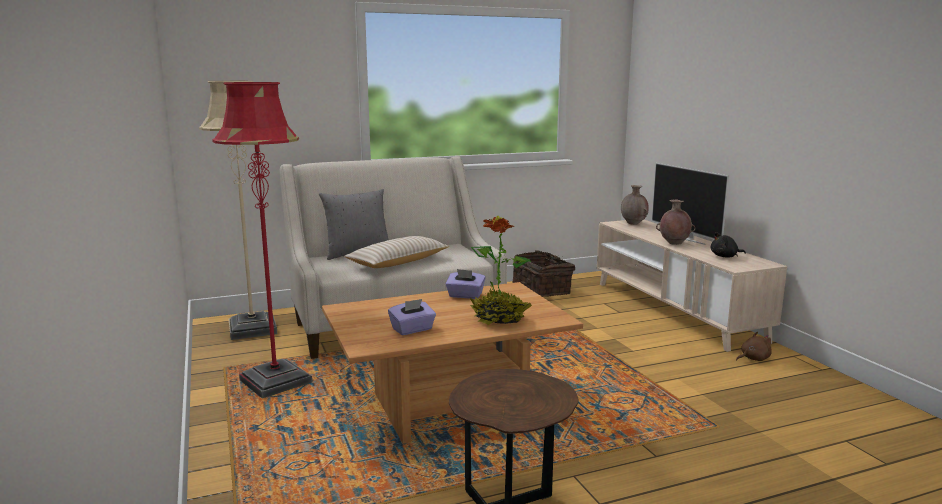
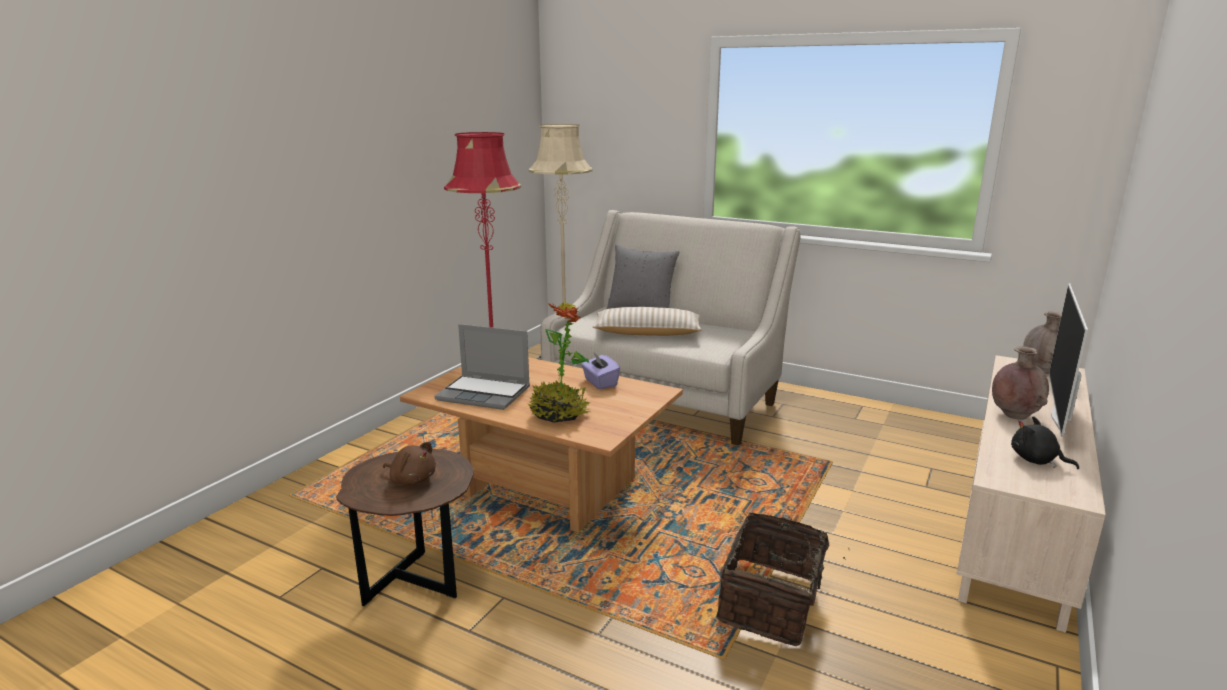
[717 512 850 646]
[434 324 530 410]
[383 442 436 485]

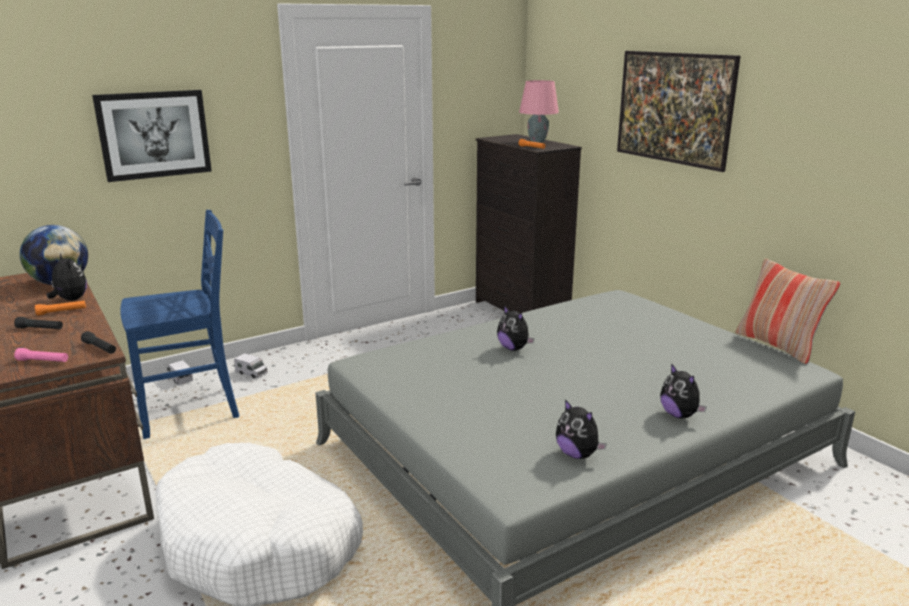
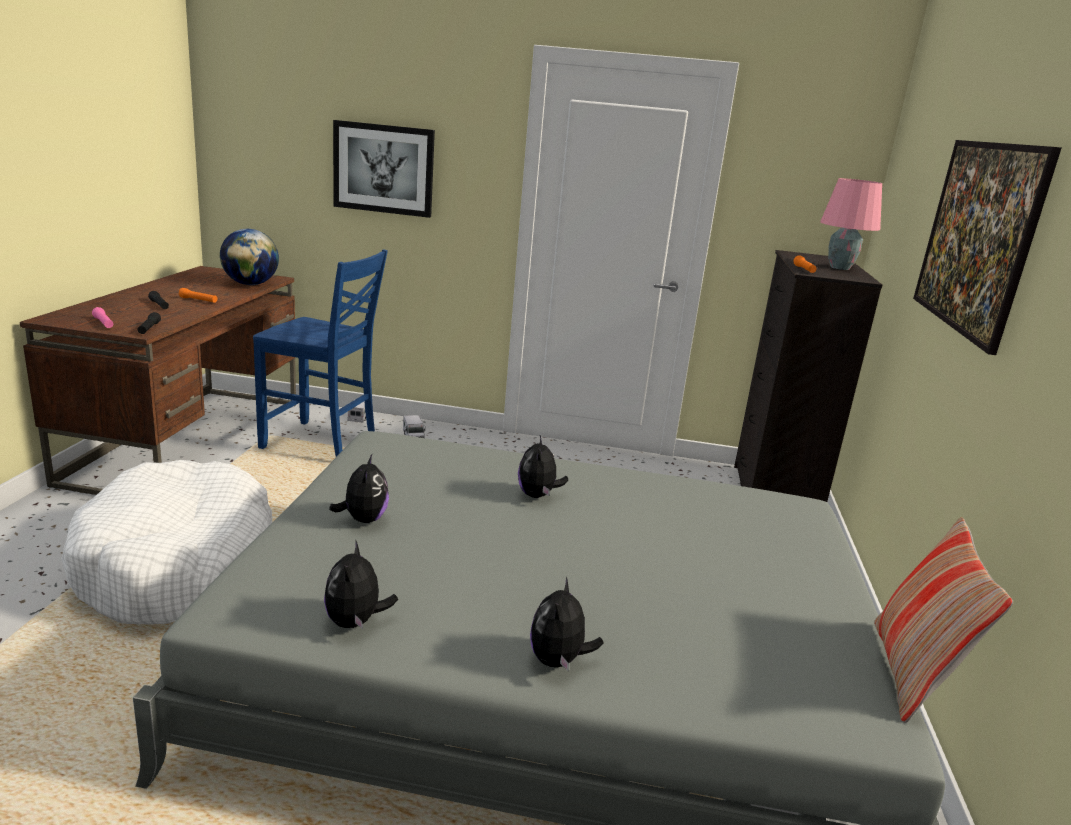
[329 454 389 523]

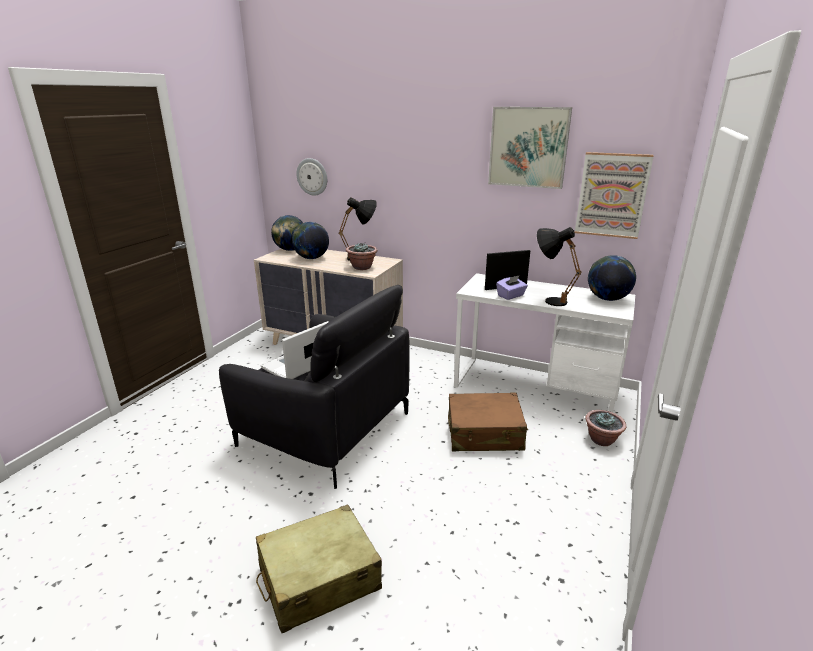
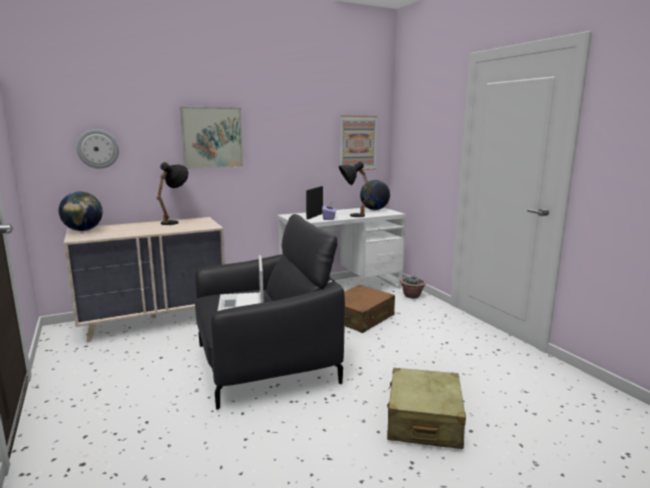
[180 107 243 169]
[292 222 329 259] (first image)
[346 243 378 270] (first image)

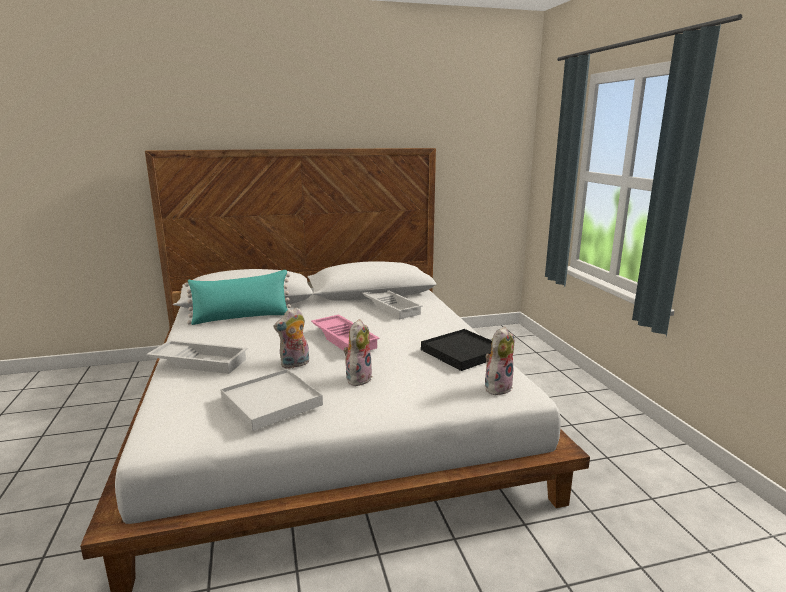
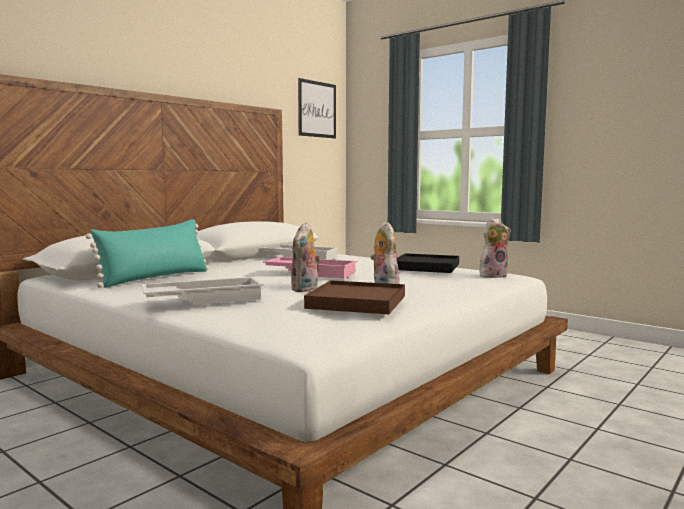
[479 218 511 278]
[304 280 405 314]
[298 78 336 138]

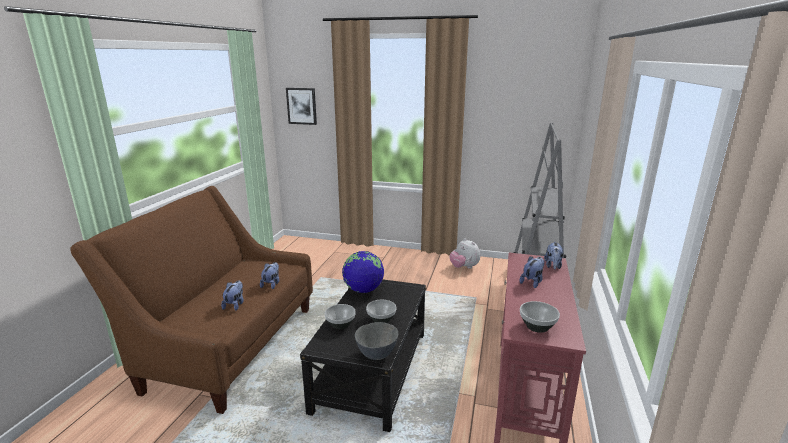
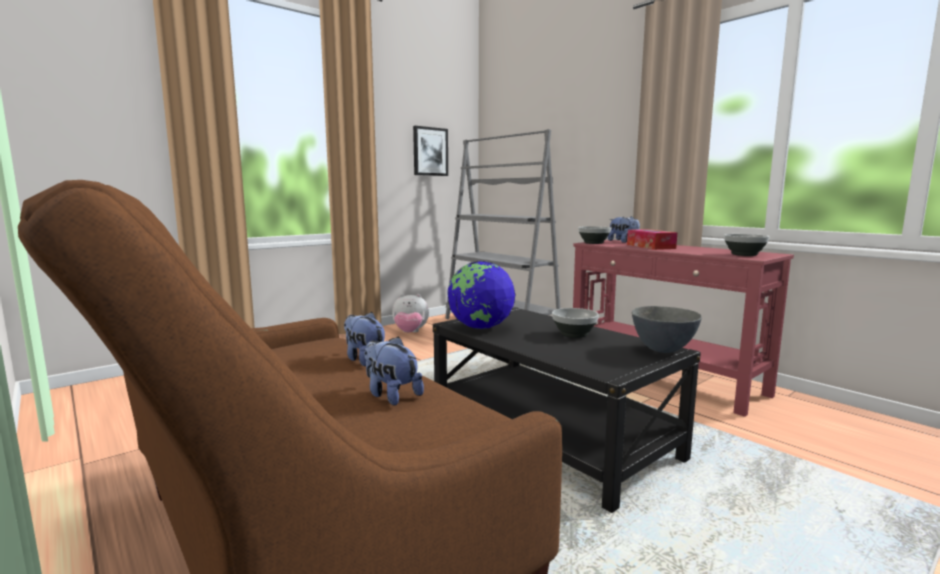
[413 126 448 176]
[627 229 677 250]
[578 226 611 244]

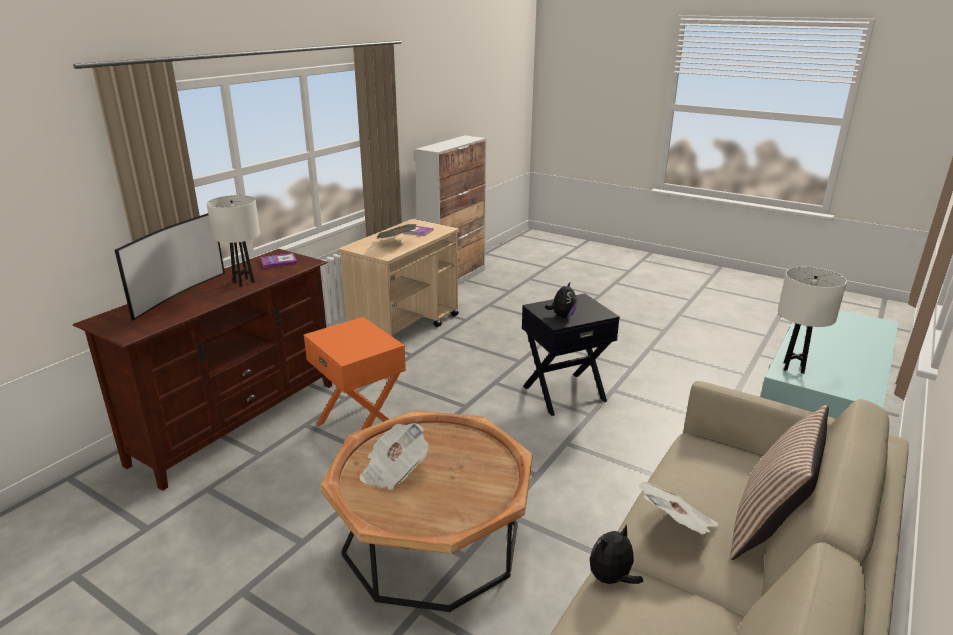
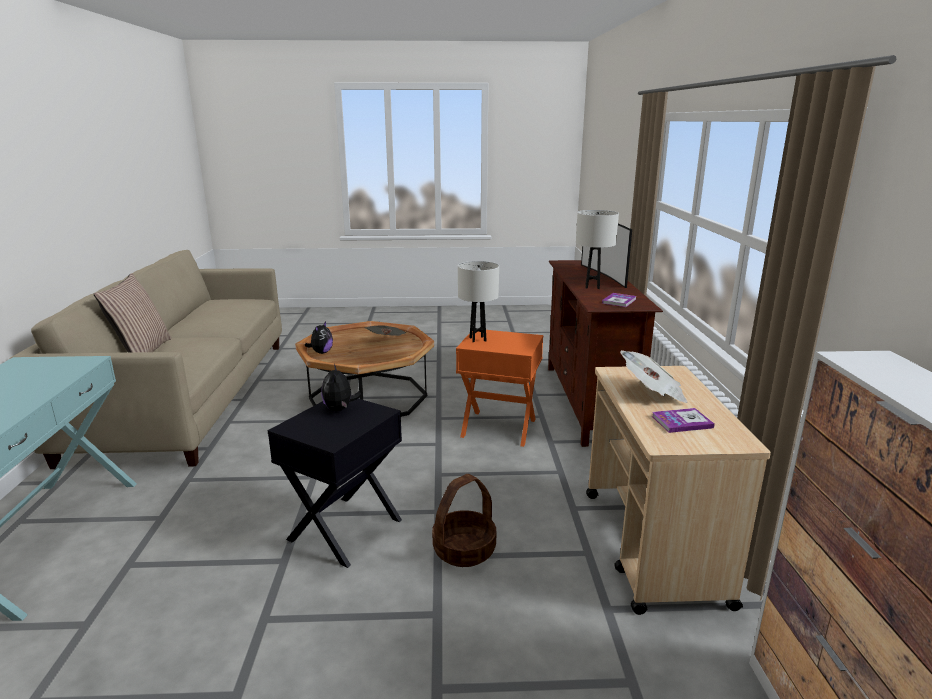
[458 261 499 343]
[639 482 719 535] (first image)
[305 321 333 354]
[432 474 496 567]

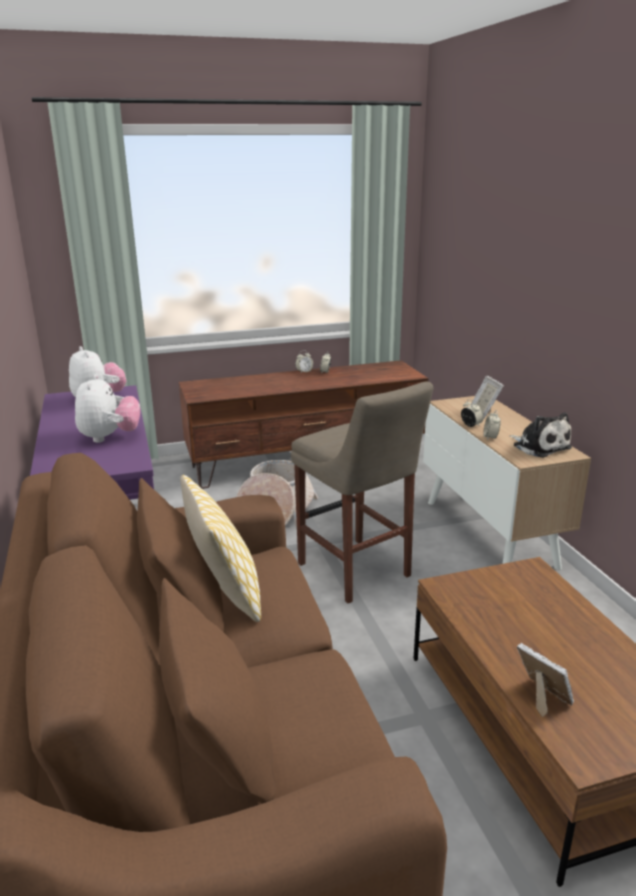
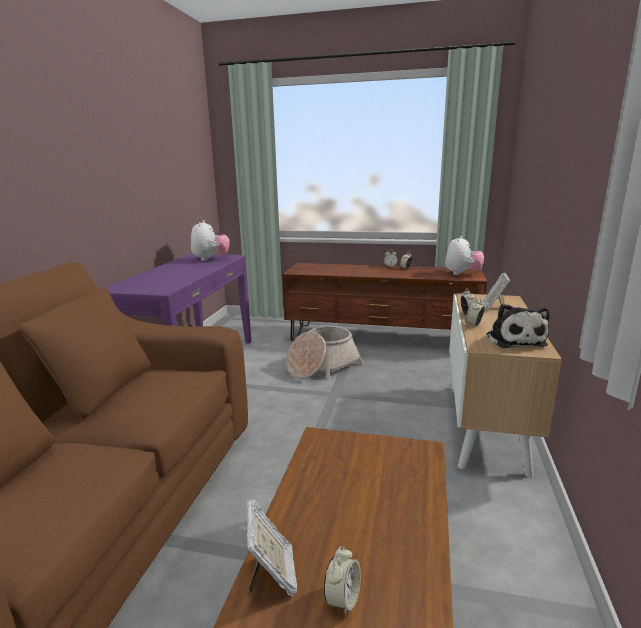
[445 236 484 275]
[291 381 433 604] (first image)
[180 475 261 622] (first image)
[324 546 361 616]

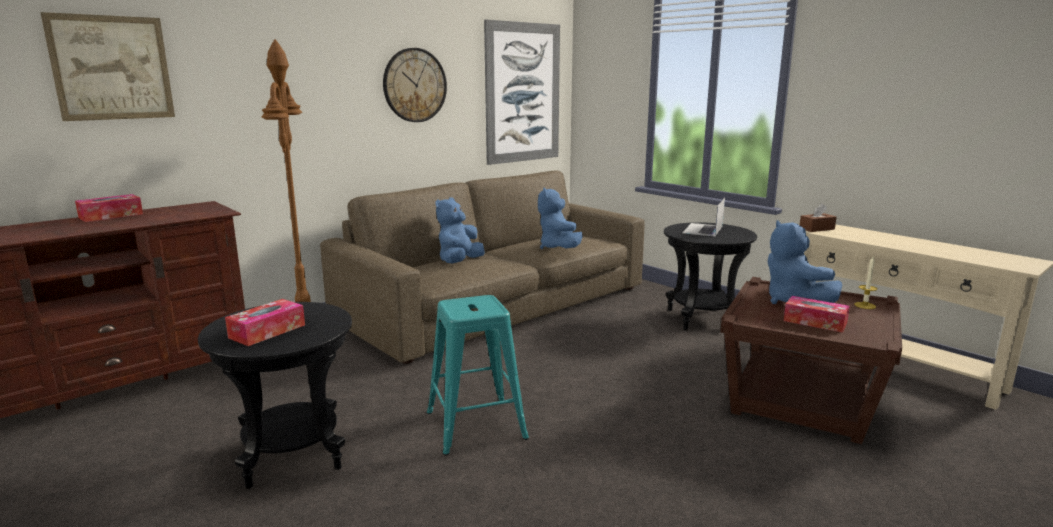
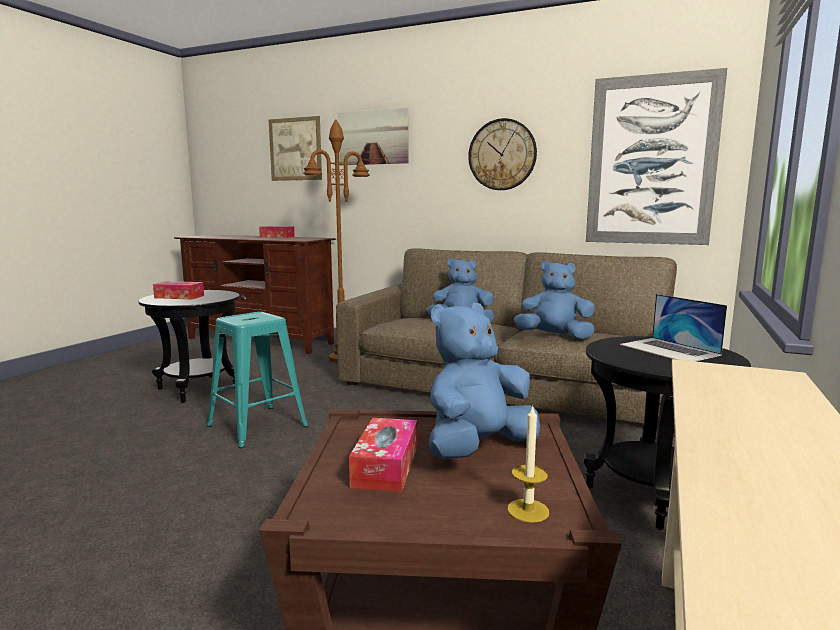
[514 261 595 339]
[620 294 727 361]
[800 203 836 232] (first image)
[338 108 409 165]

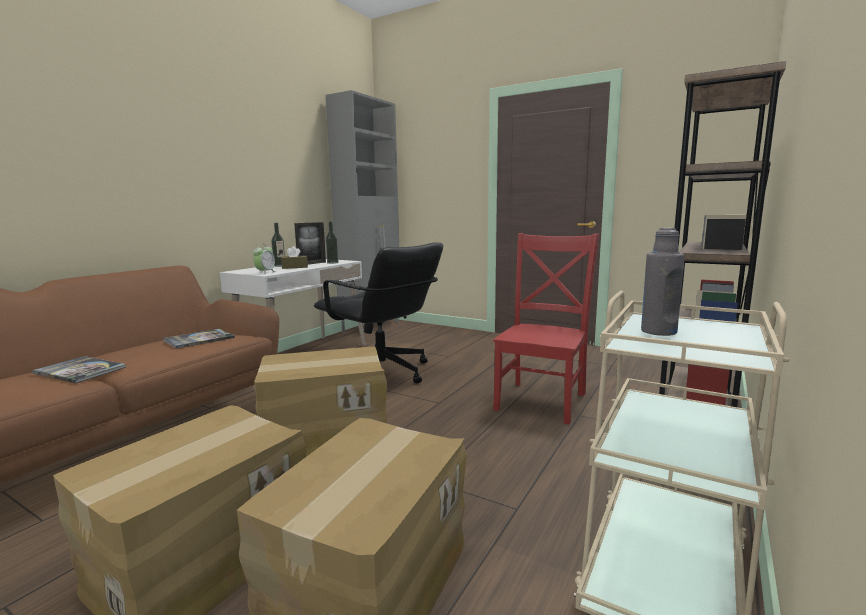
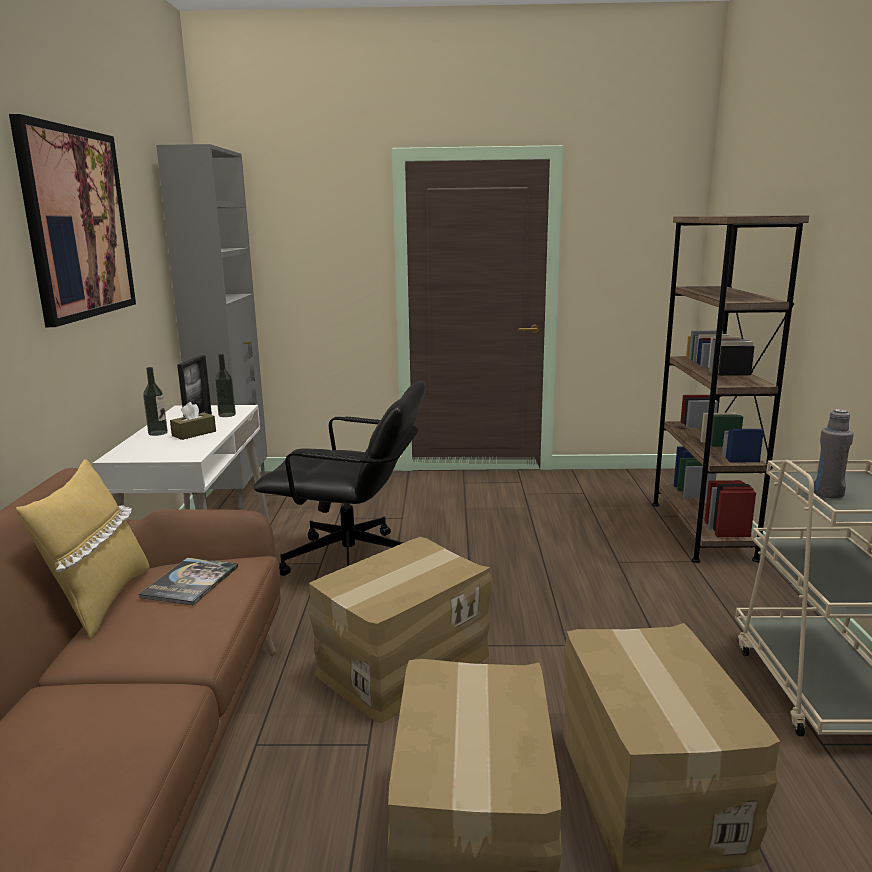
[493 233 599 425] (first image)
[253 243 276 274] (first image)
[32 356 126 383] (first image)
[9 114 136 327]
[16 459 150 639]

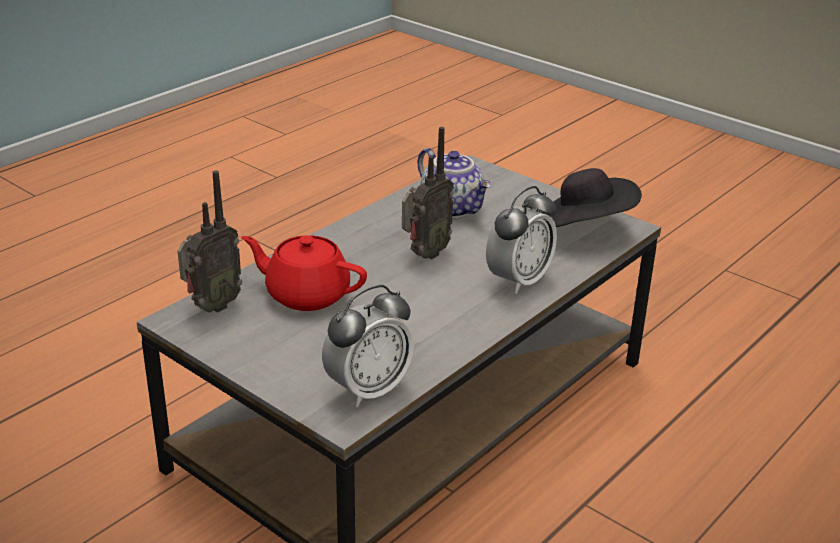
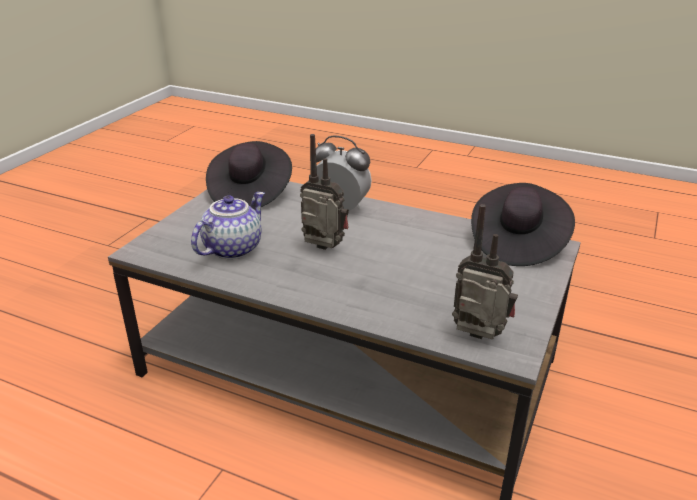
[241 235 367 311] (first image)
[471 183 575 266]

